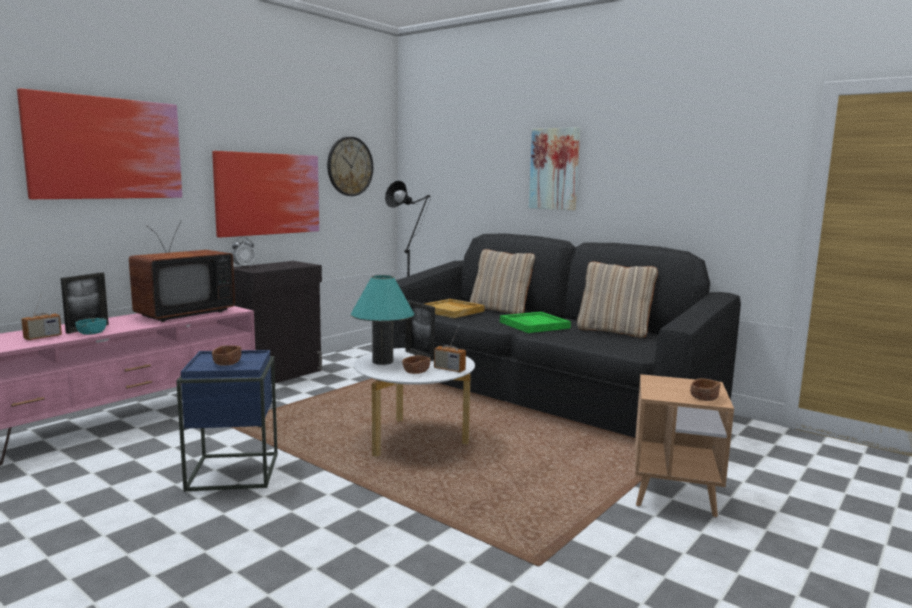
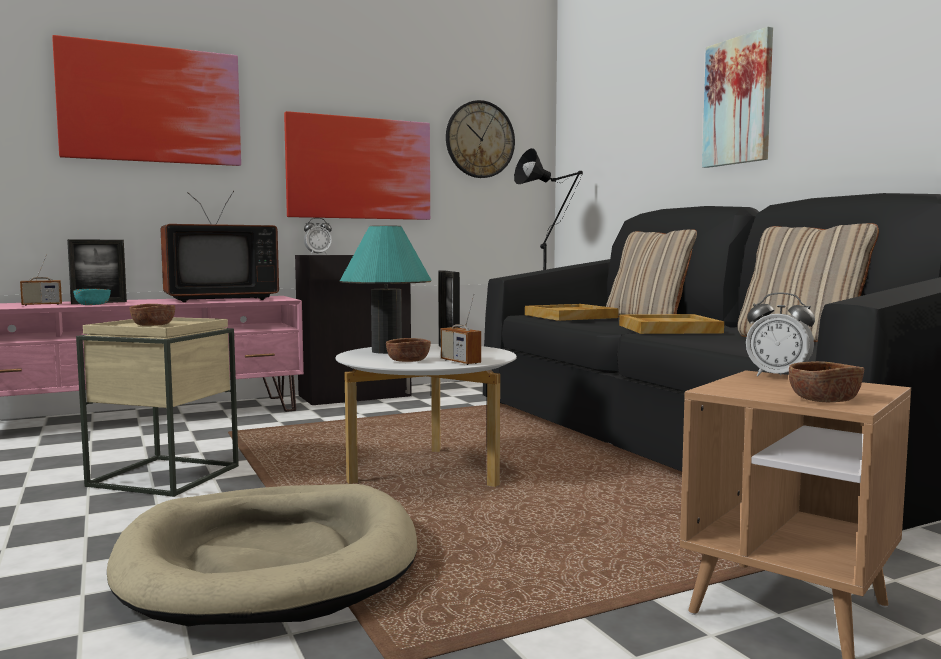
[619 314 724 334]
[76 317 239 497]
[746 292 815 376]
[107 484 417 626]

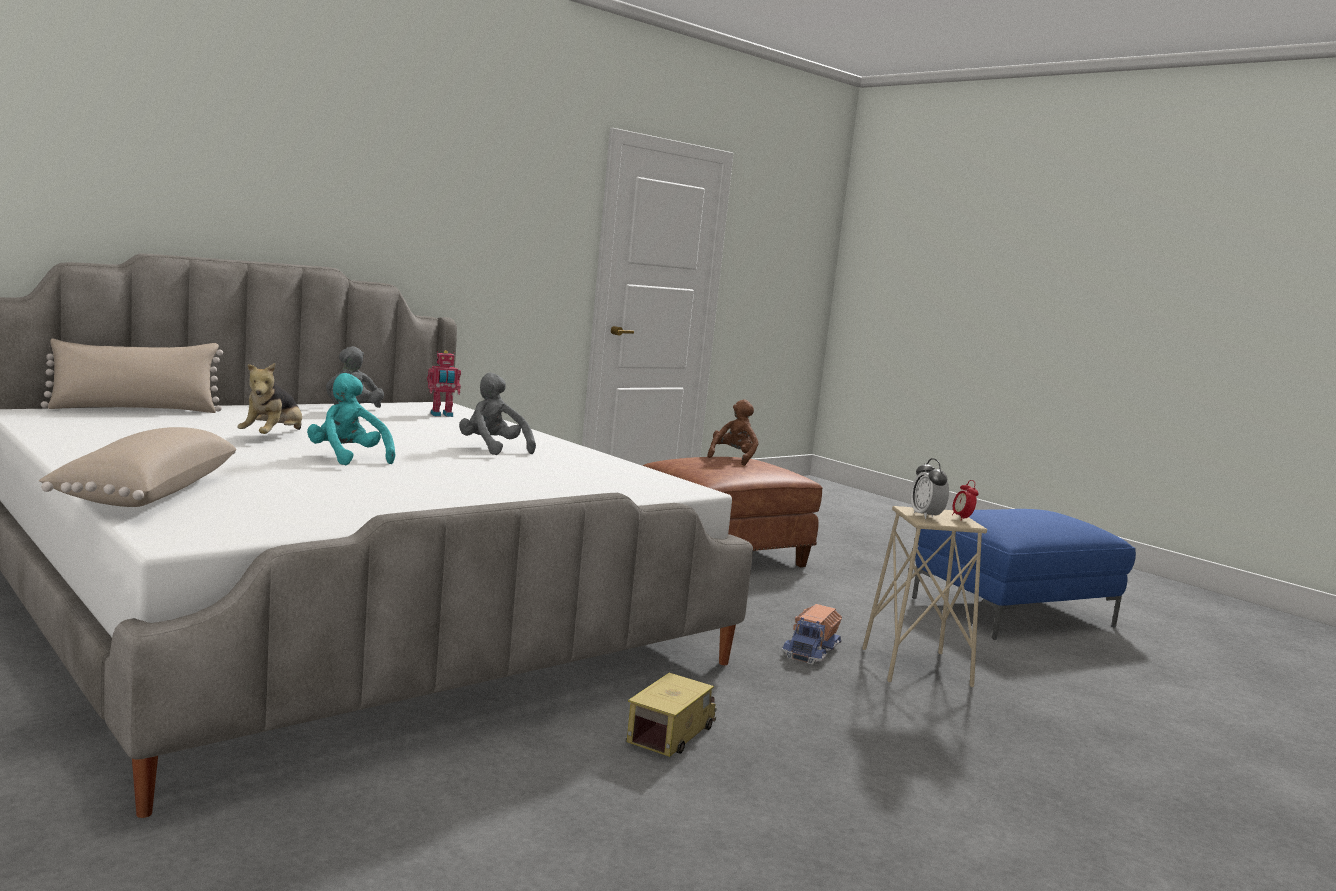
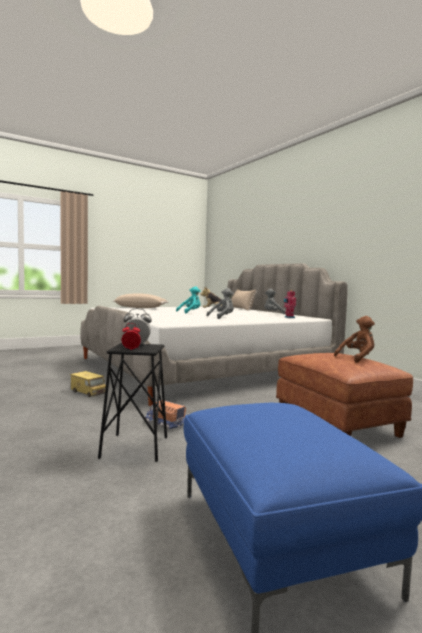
[334 316 375 363]
[98 343 167 462]

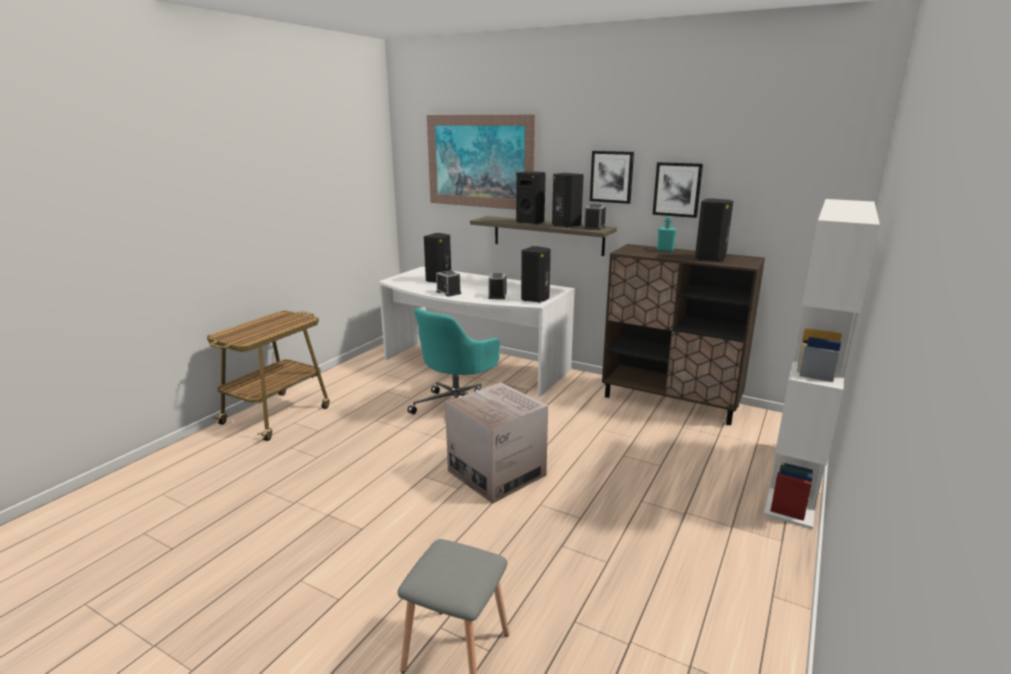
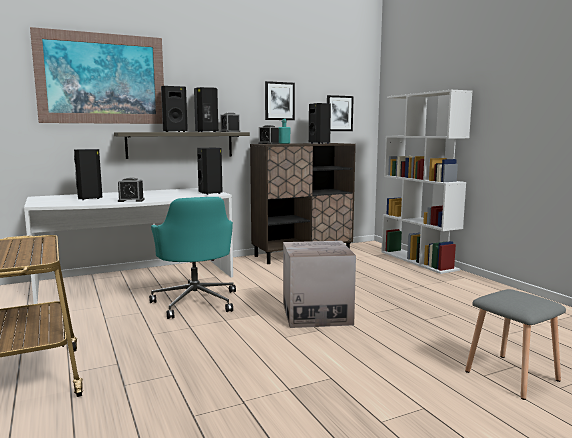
[327 95 354 131]
[258 125 280 144]

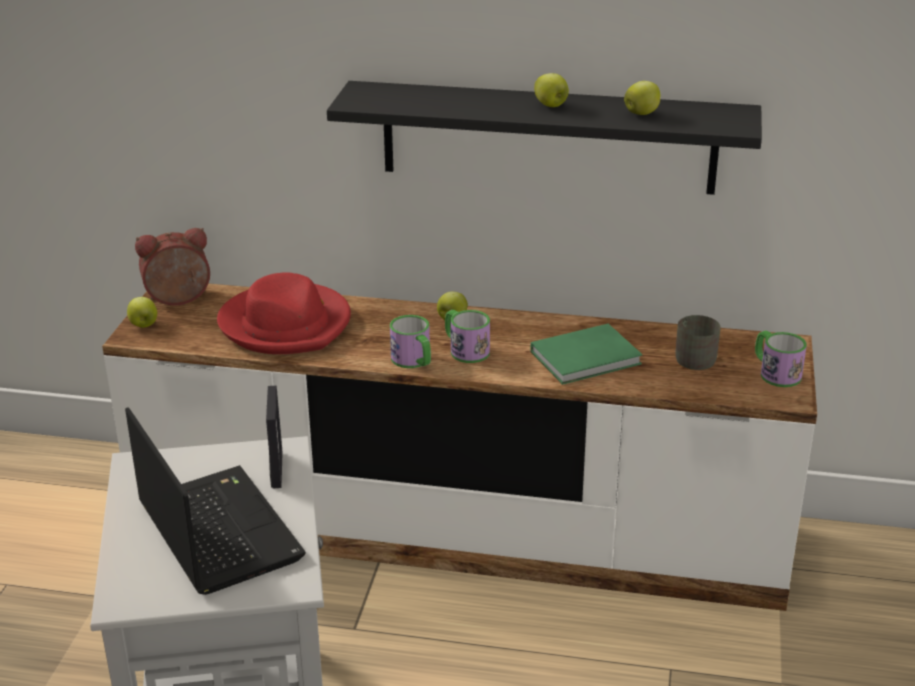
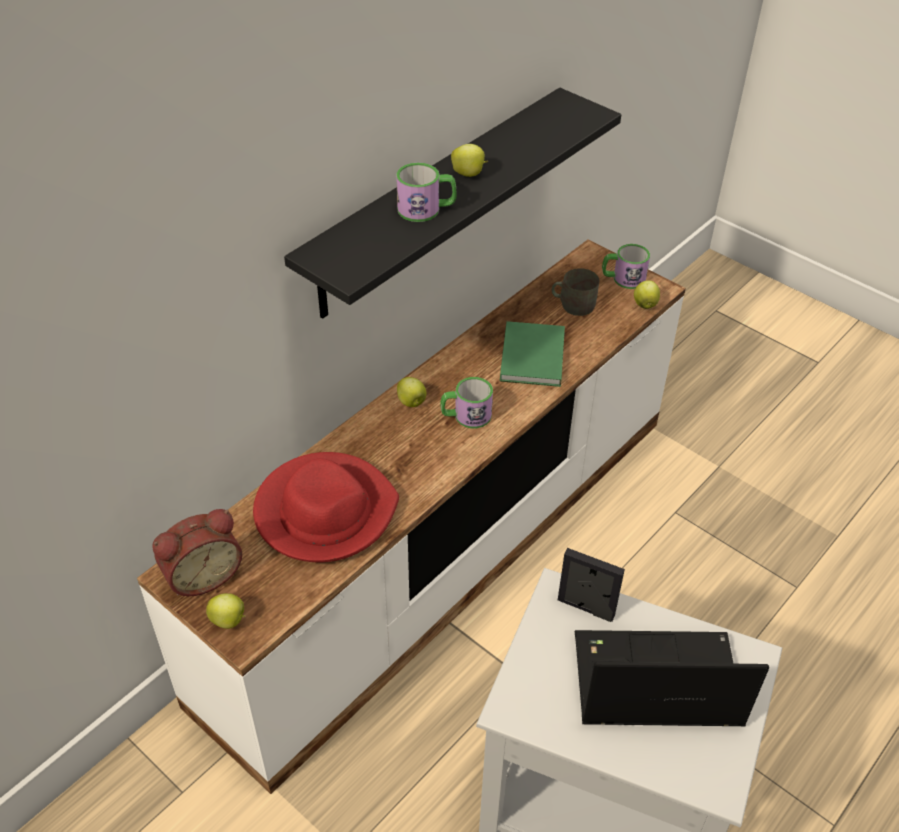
[634 280 660 309]
[152 509 242 596]
[396 163 456 222]

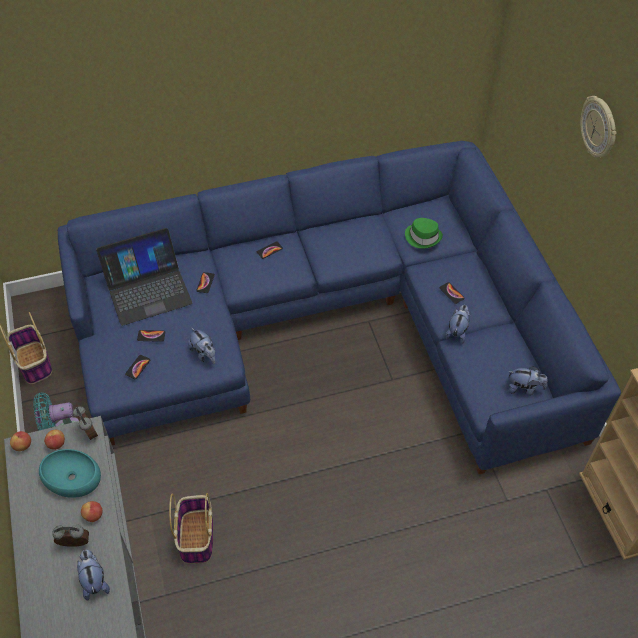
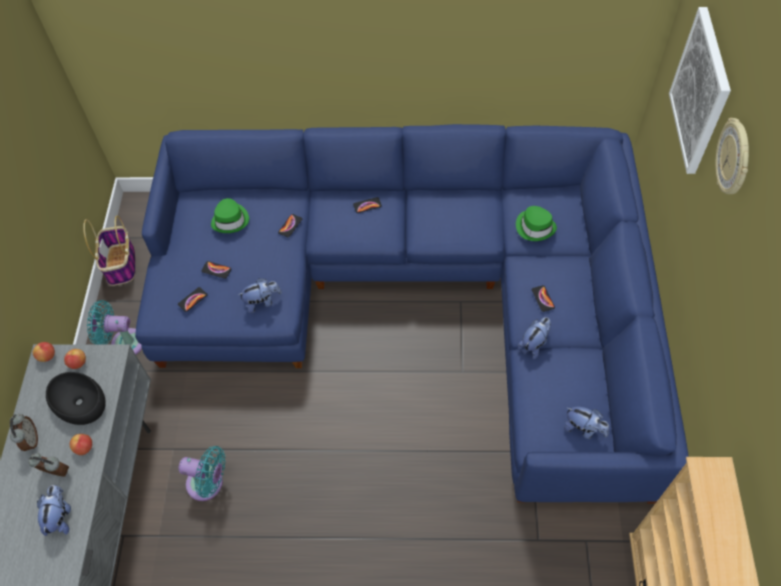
[211 198 249 233]
[238 278 282 313]
[10 414 38 451]
[46 372 106 425]
[178 446 226 501]
[669 7 731 174]

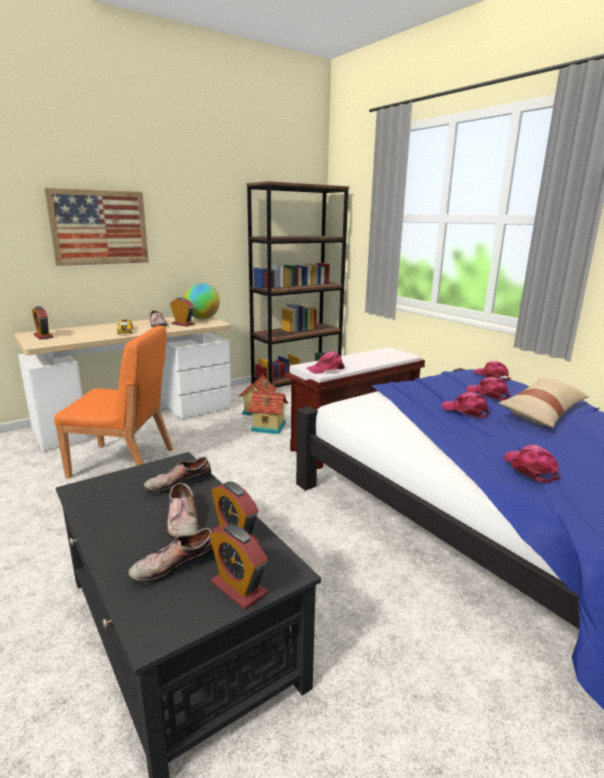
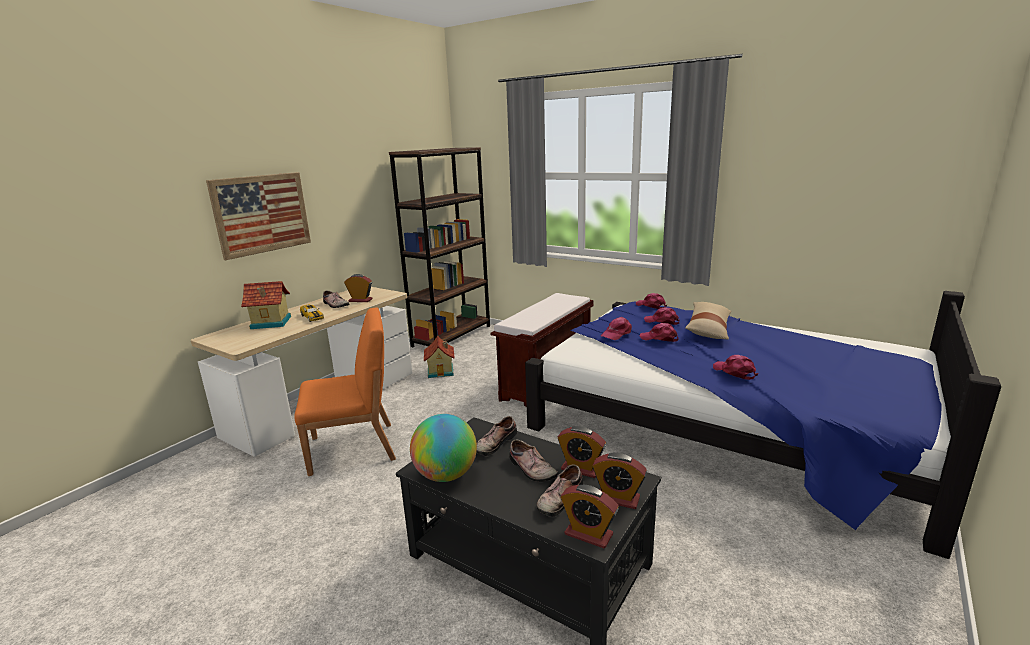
[410 414 477 482]
[561 485 619 549]
[601 317 632 340]
[241 281 291 329]

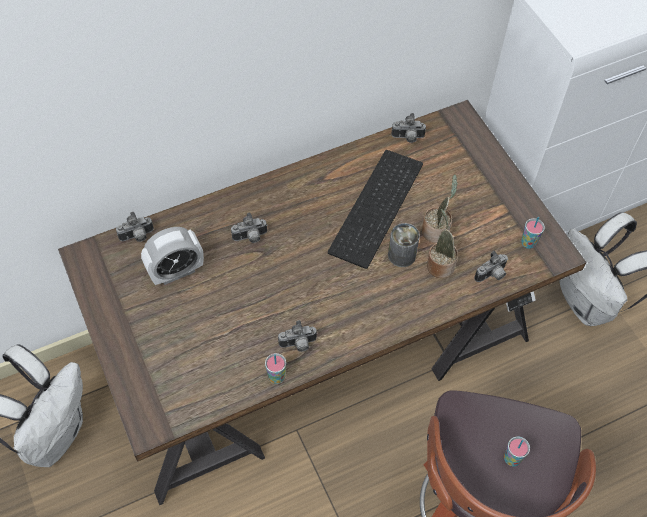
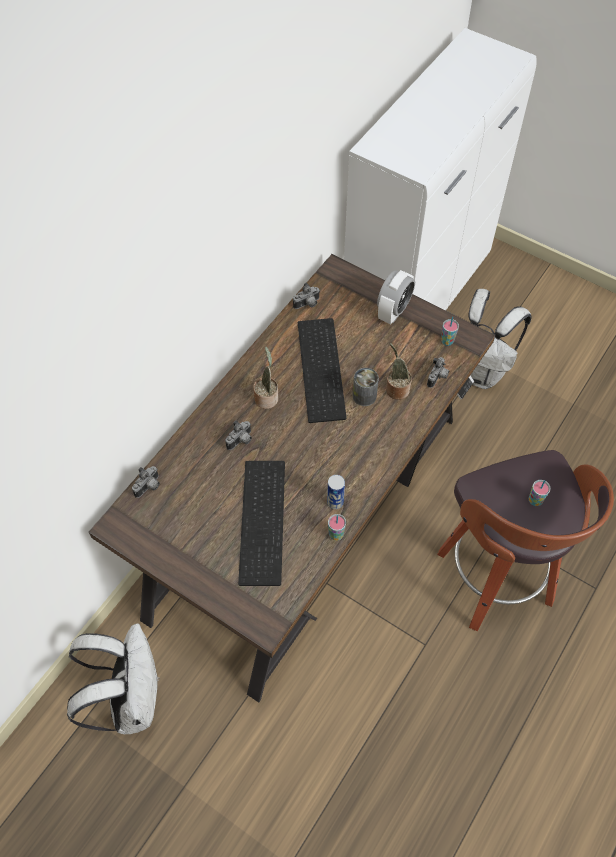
[253 347 278 409]
[377 270 415 324]
[327 475 345 509]
[238 461 285 586]

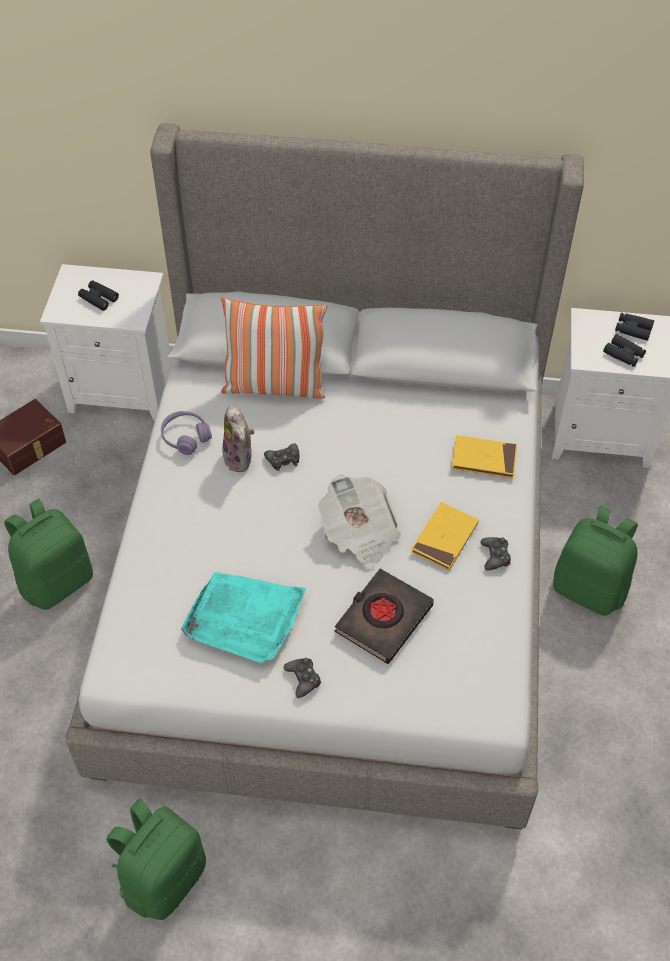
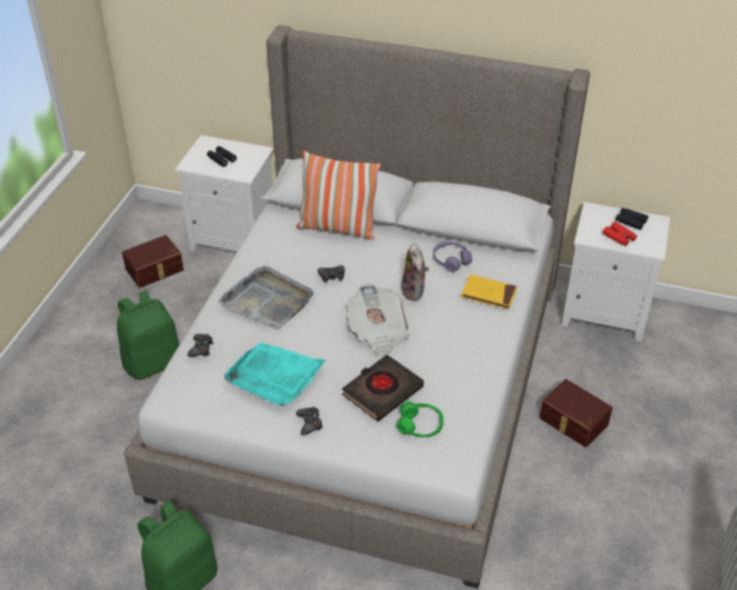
[603 222 637 246]
[401 243 429 301]
[433 241 472 272]
[411 502 479 570] (first image)
[539 379 613 447]
[187 334 214 357]
[218 265 314 329]
[396 402 444 437]

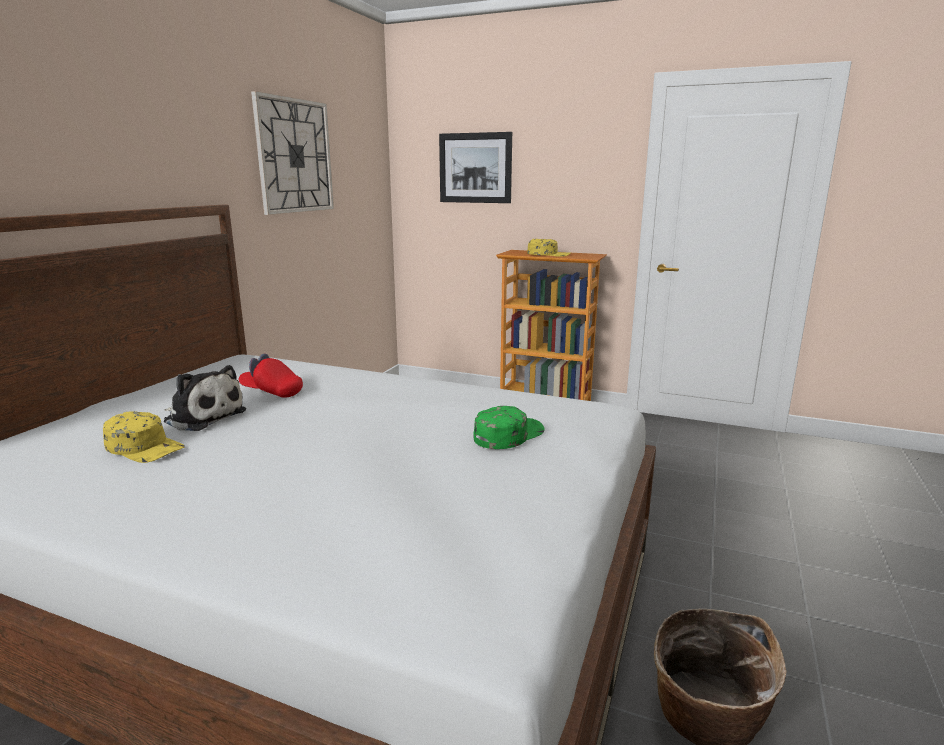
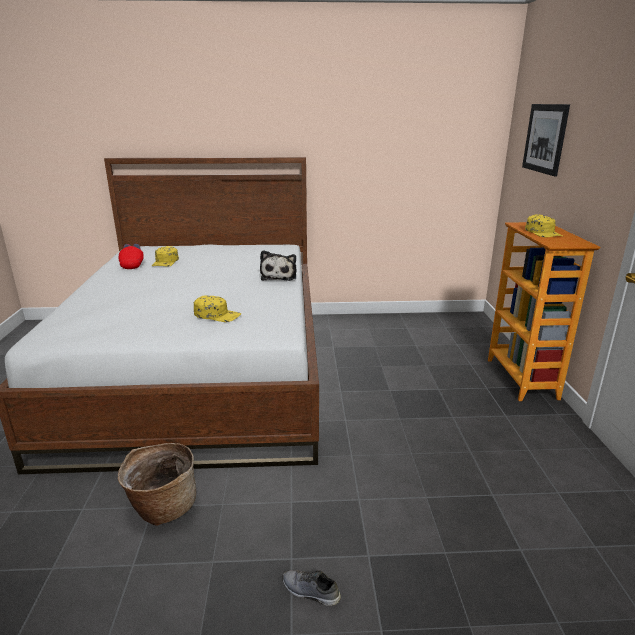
[251 91 334 215] (first image)
[119 244 144 269]
[260 250 296 281]
[194 296 241 322]
[283 570 341 606]

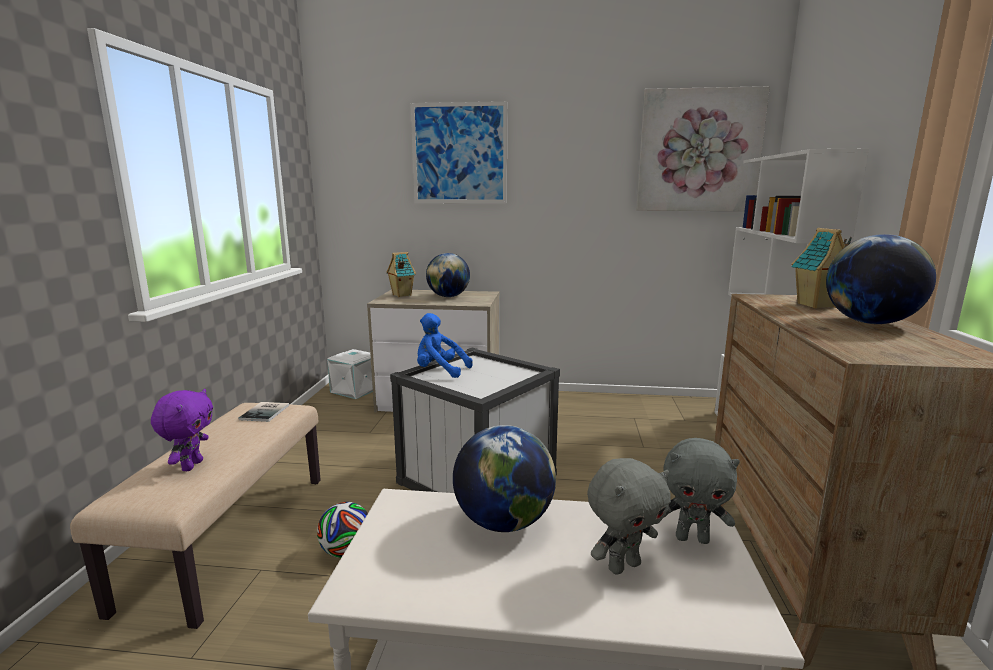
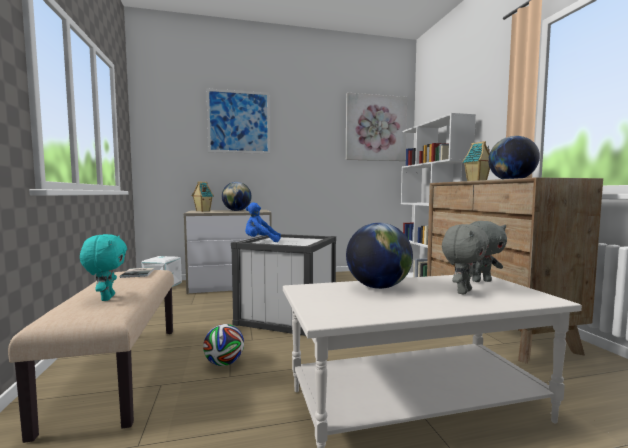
[80 234 127 301]

